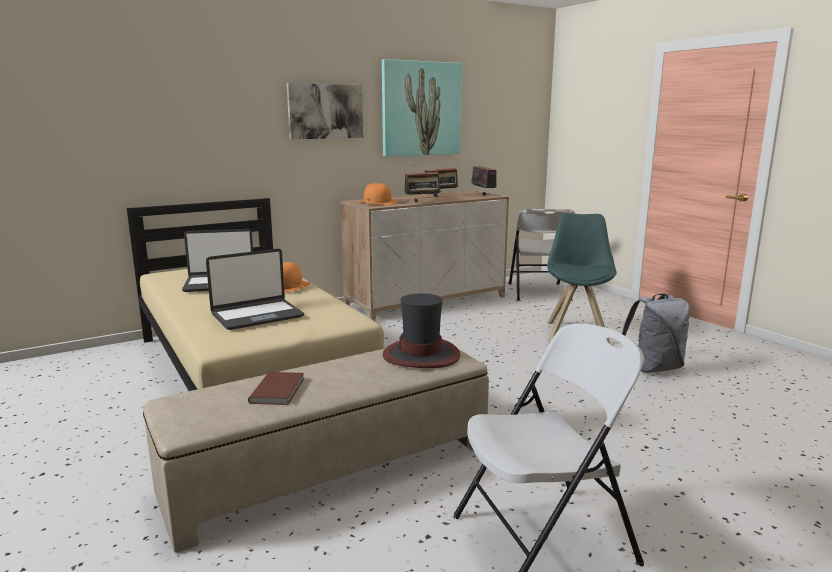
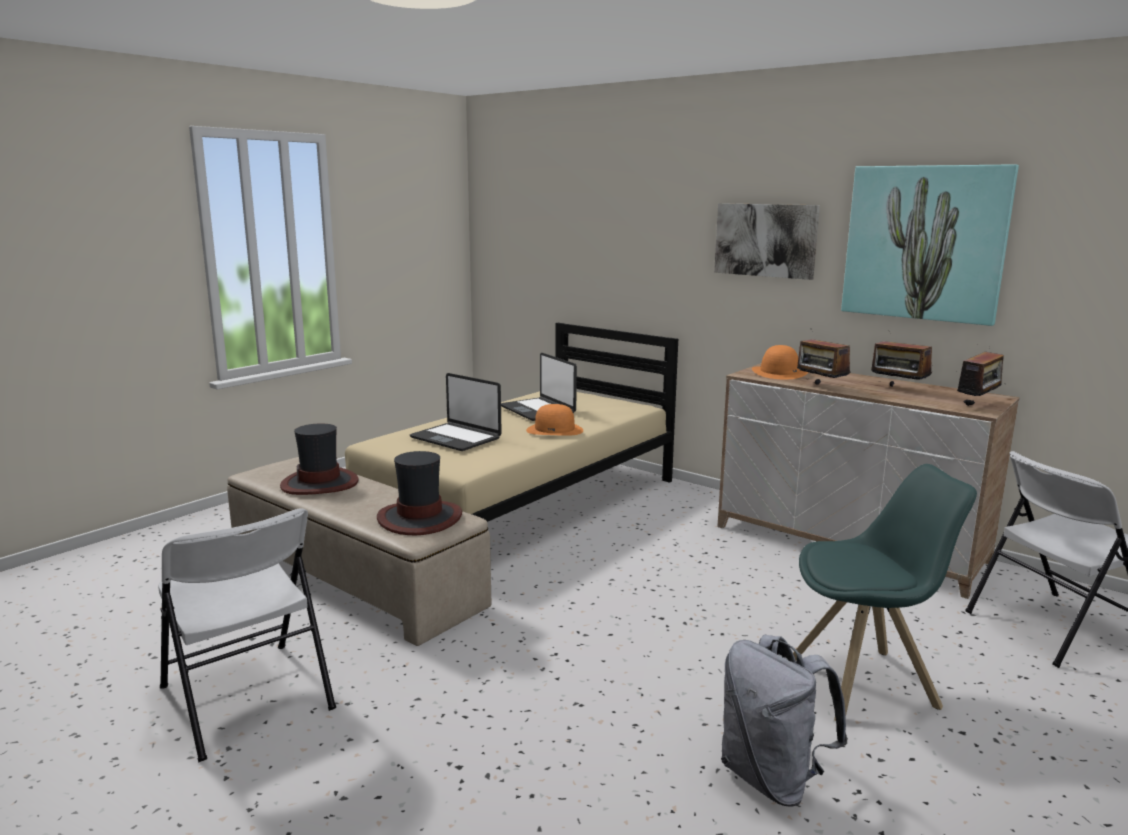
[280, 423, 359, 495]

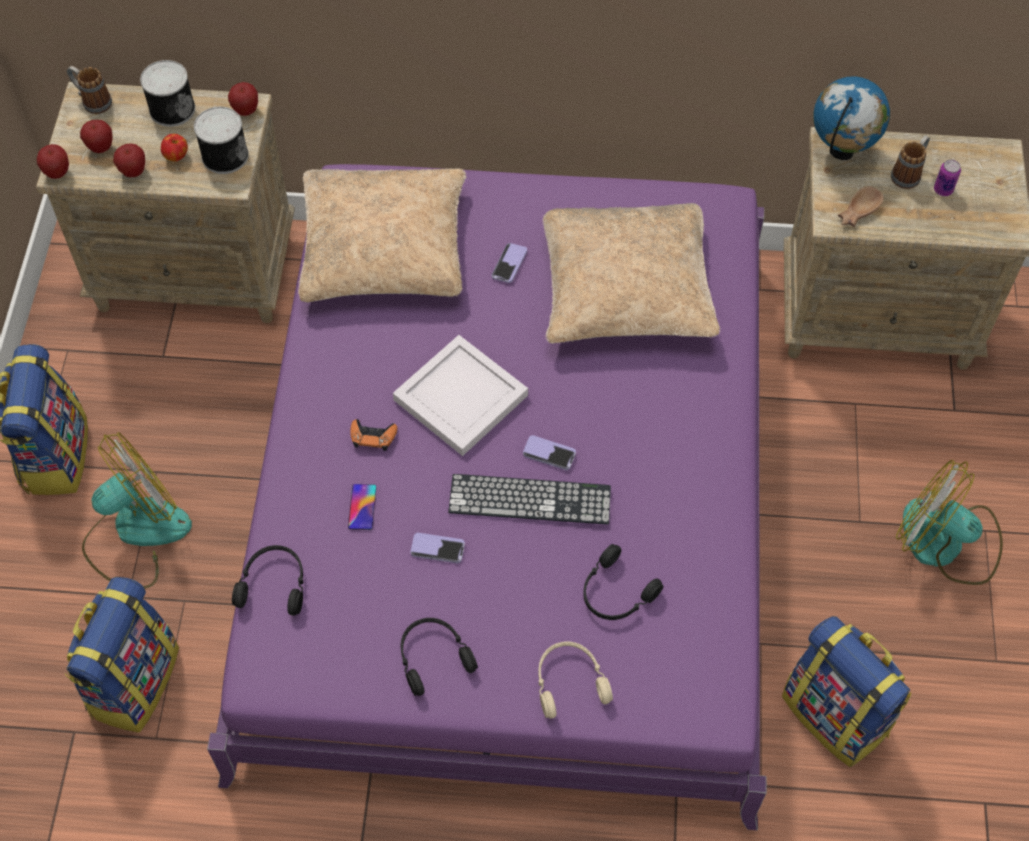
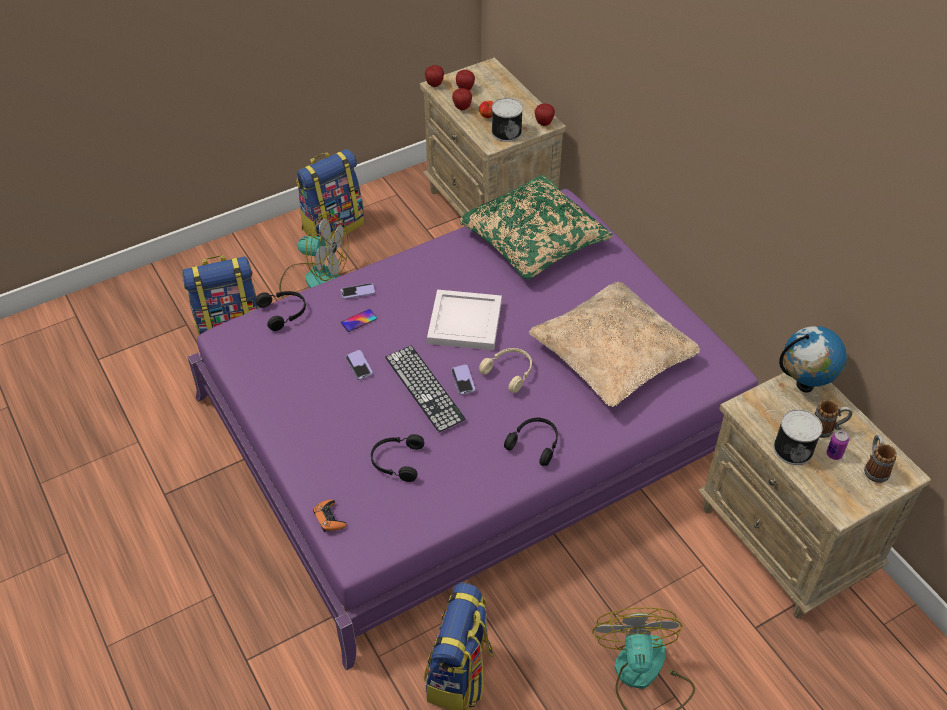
[838, 186, 884, 227] (first image)
[864, 435, 897, 483]
[773, 409, 823, 465]
[313, 500, 347, 532]
[504, 418, 558, 466]
[340, 283, 375, 299]
[479, 348, 532, 393]
[460, 175, 613, 280]

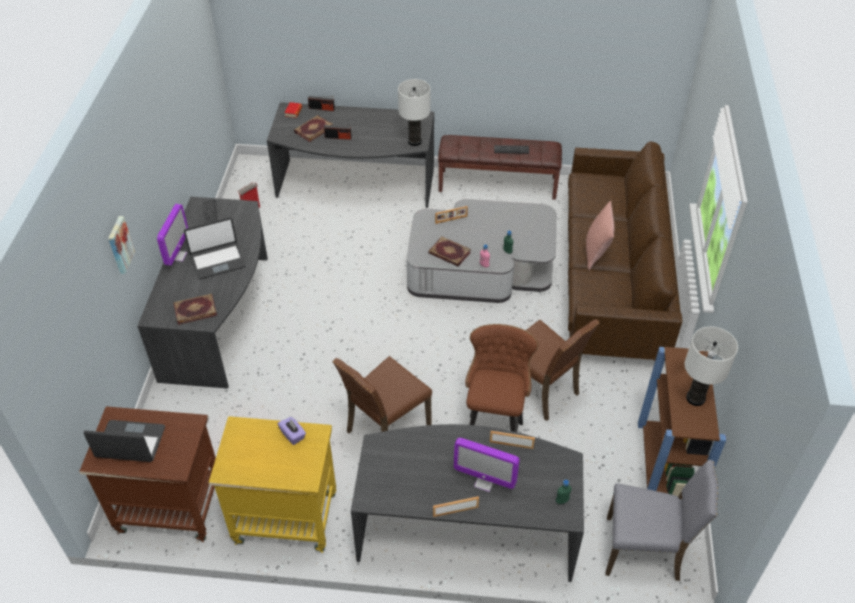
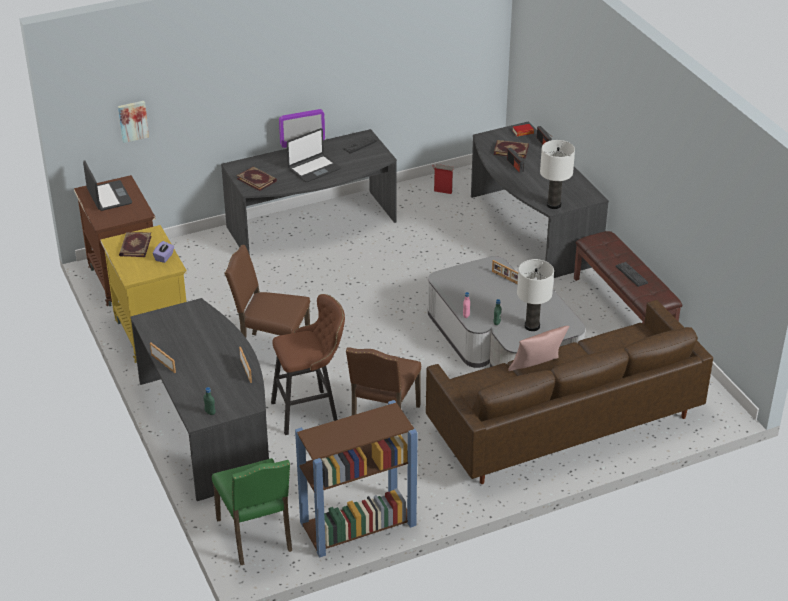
[454, 438, 520, 492] (first image)
[118, 101, 149, 143]
[119, 232, 152, 257]
[517, 259, 554, 331]
[212, 458, 292, 565]
[287, 128, 341, 182]

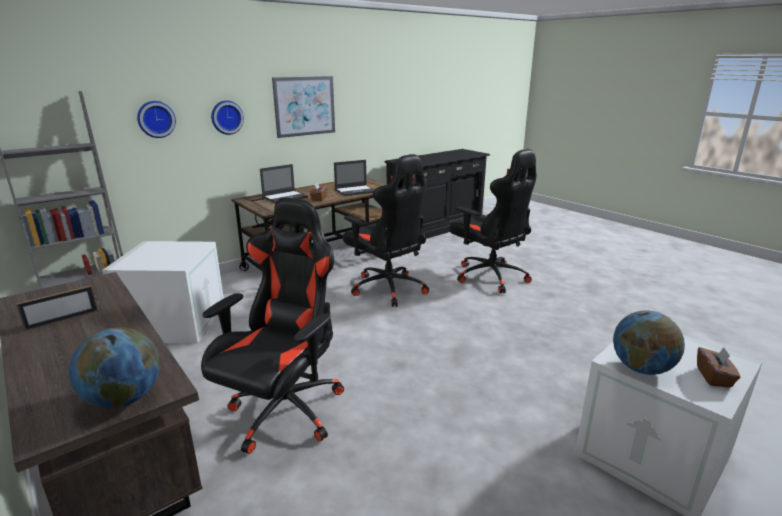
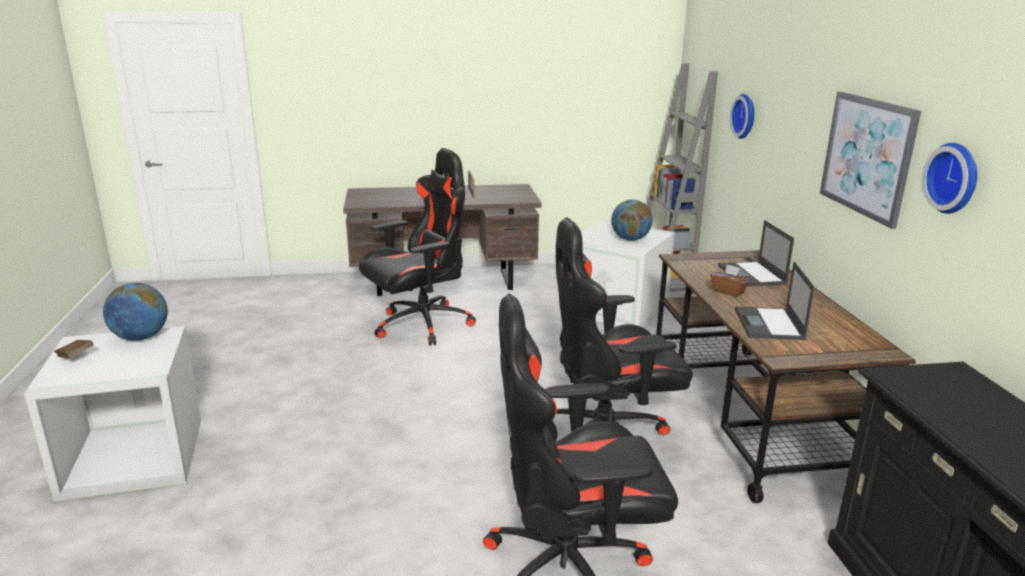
[611, 200, 653, 241]
[922, 143, 977, 214]
[54, 340, 93, 358]
[359, 148, 476, 345]

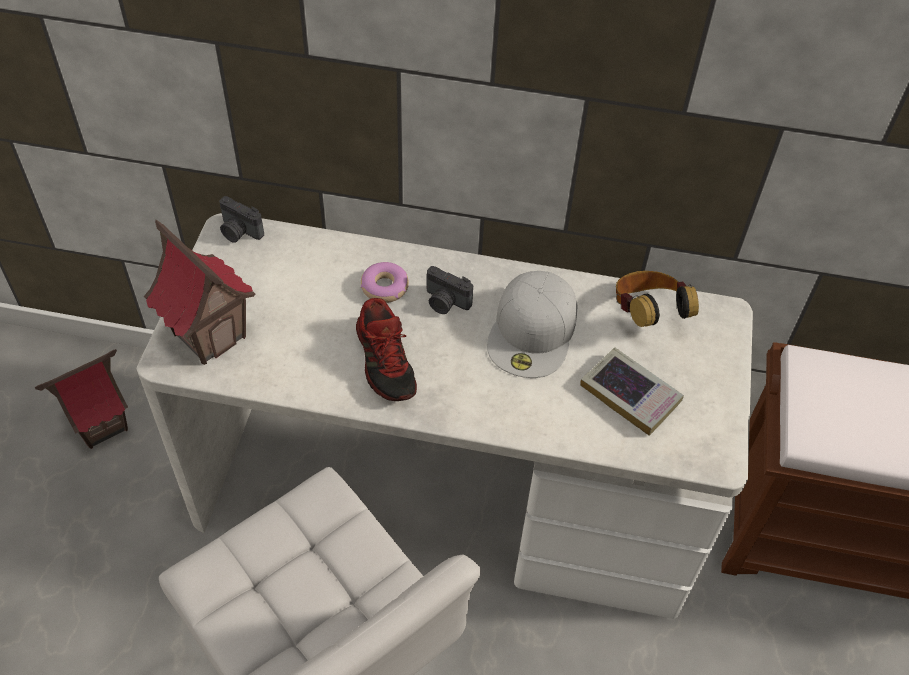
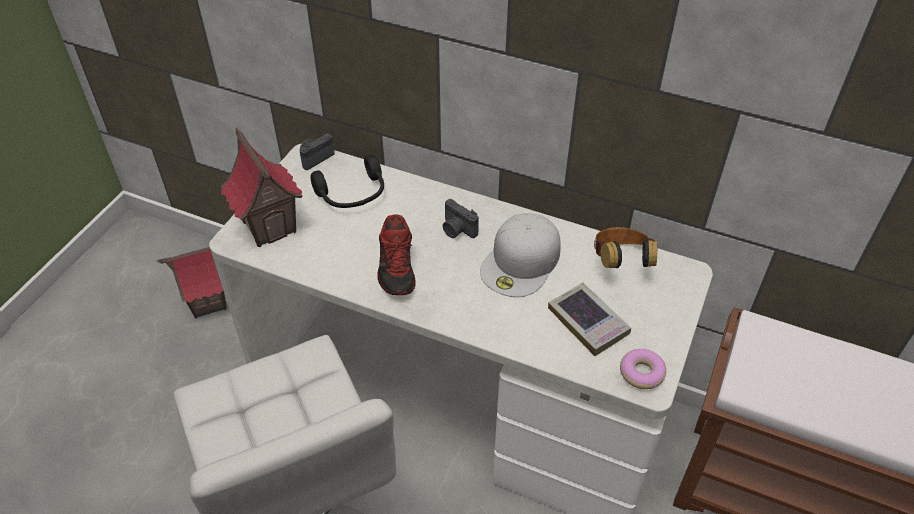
[310, 155, 384, 208]
[620, 349, 666, 389]
[300, 134, 335, 170]

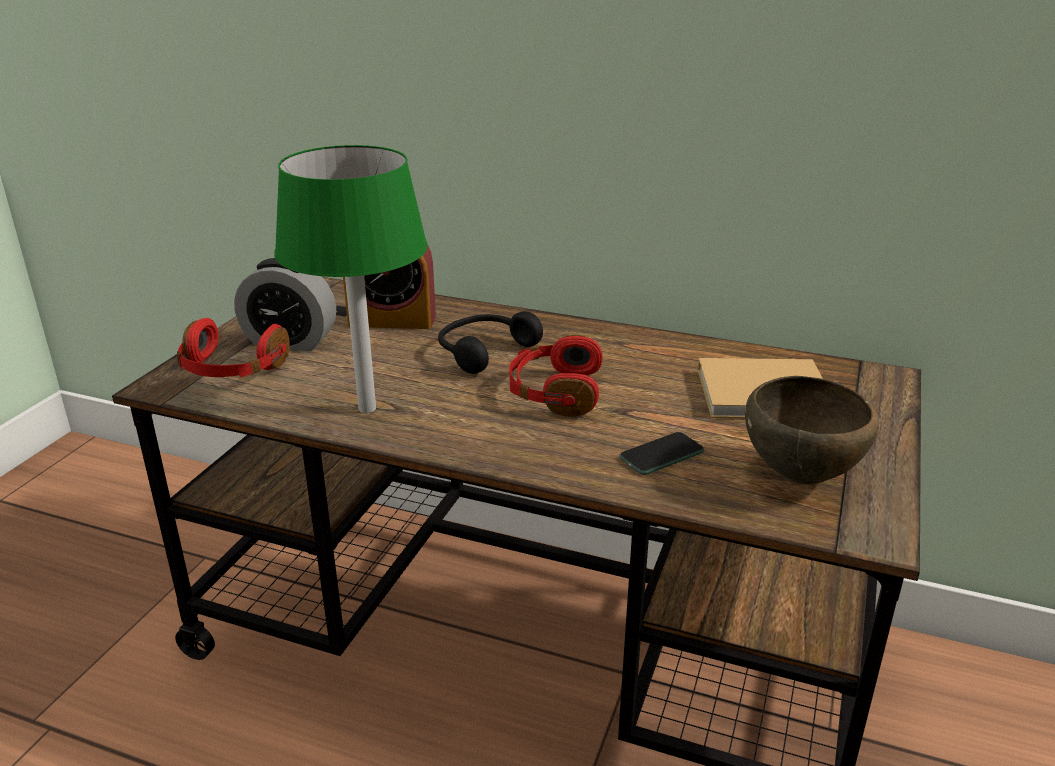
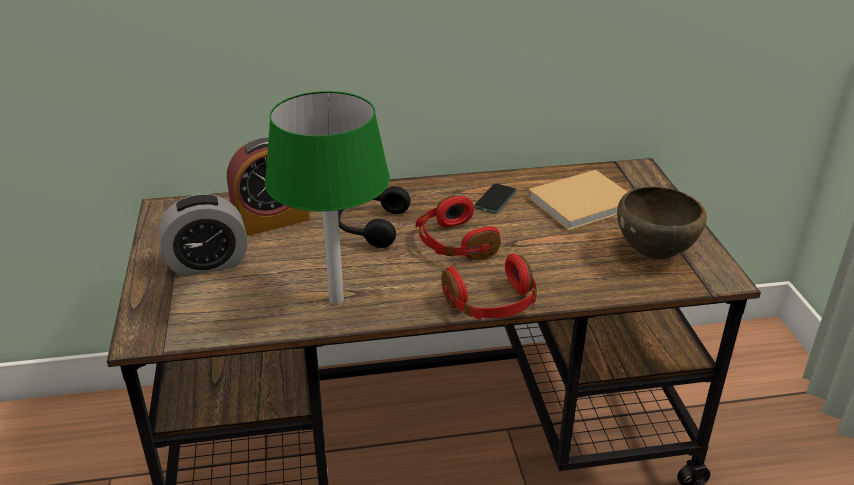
[441, 254, 537, 319]
[474, 184, 517, 214]

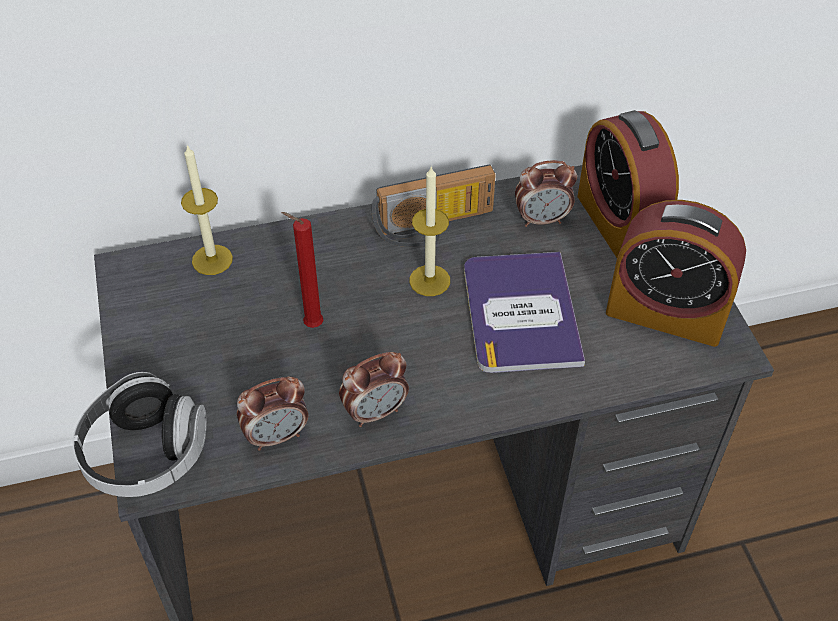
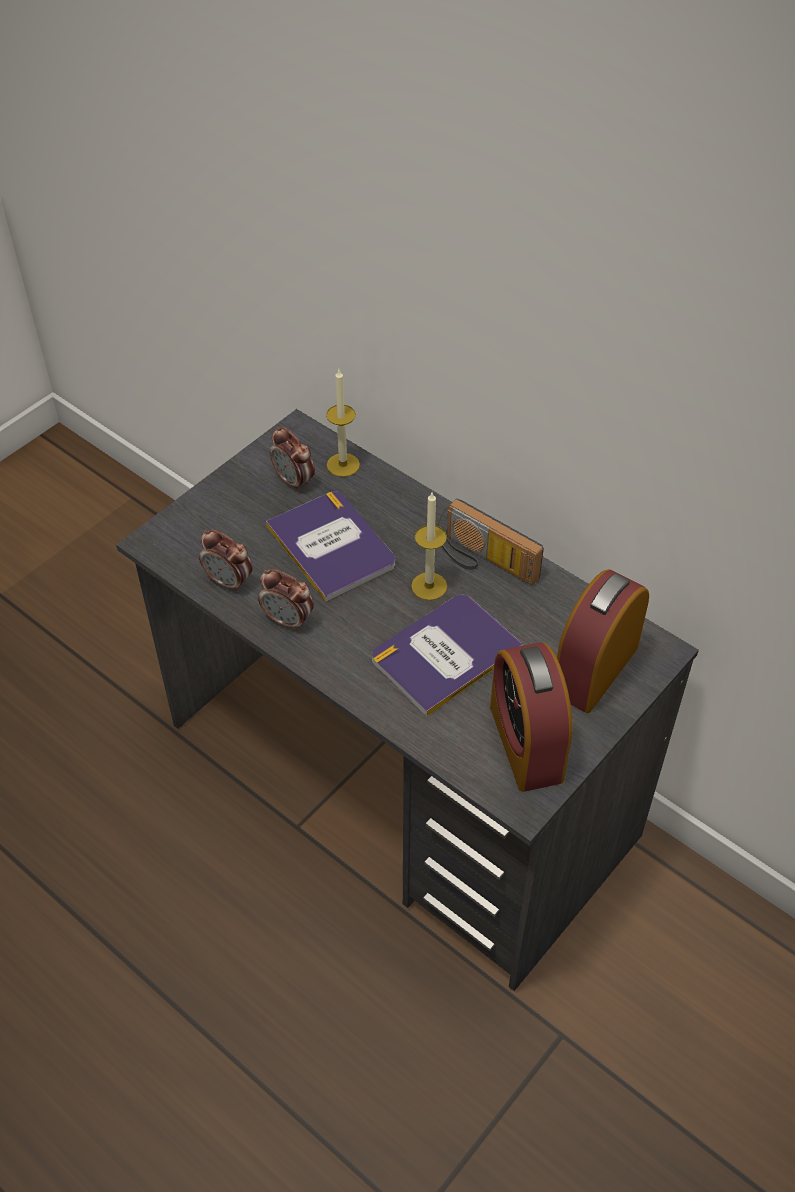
[72, 372, 207, 497] (first image)
[270, 427, 315, 492]
[266, 491, 395, 602]

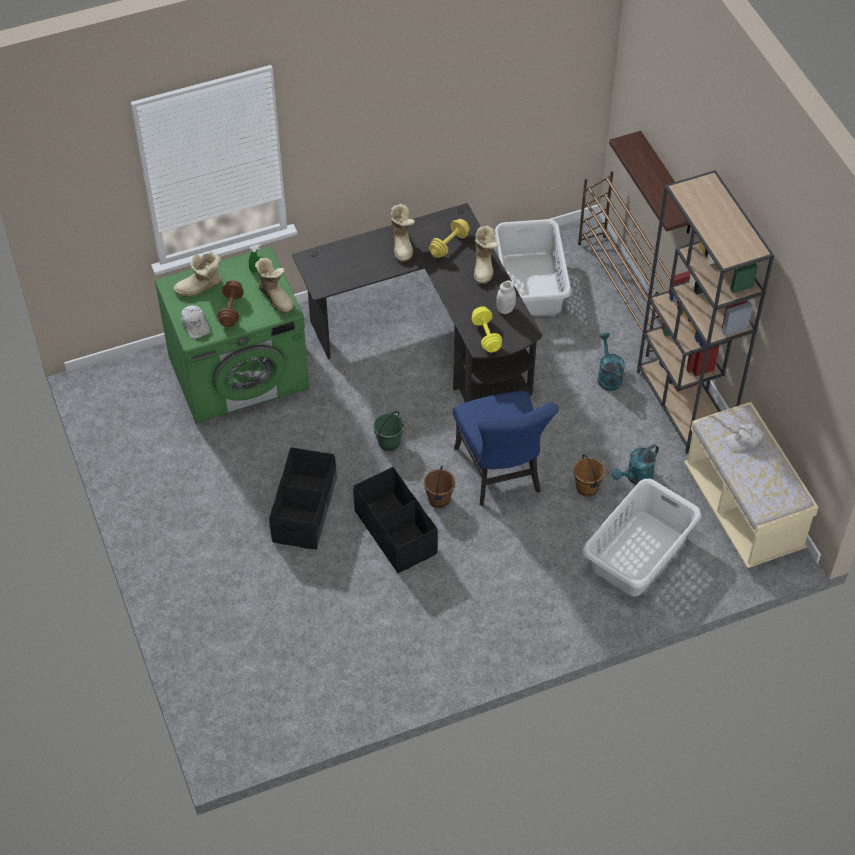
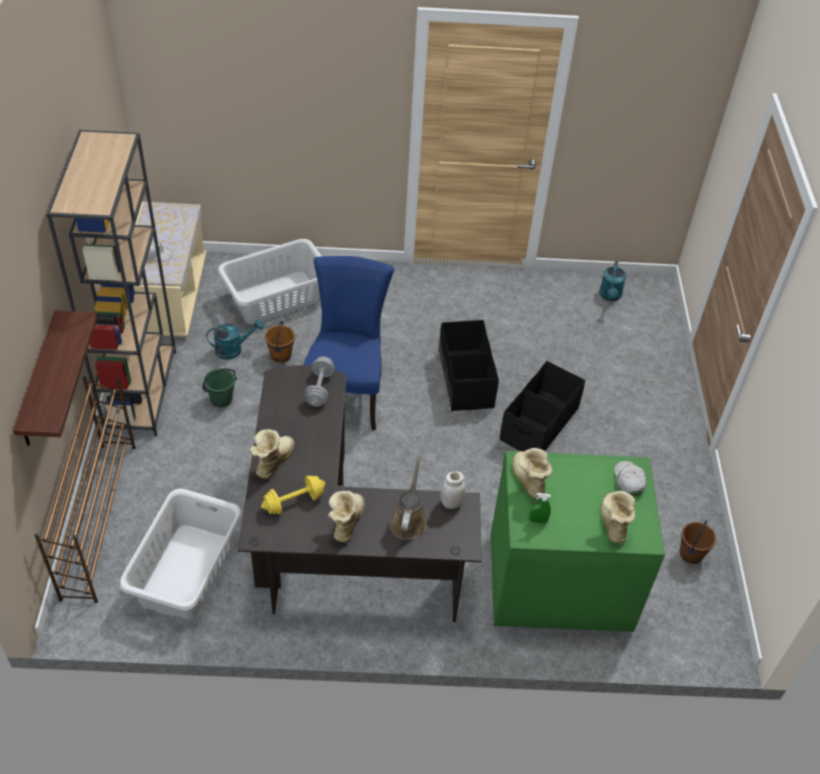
[217, 280, 244, 327] (first image)
[389, 453, 427, 540]
[202, 368, 237, 408]
[680, 520, 716, 564]
[441, 471, 466, 509]
[599, 260, 626, 301]
[305, 356, 335, 406]
[601, 491, 635, 543]

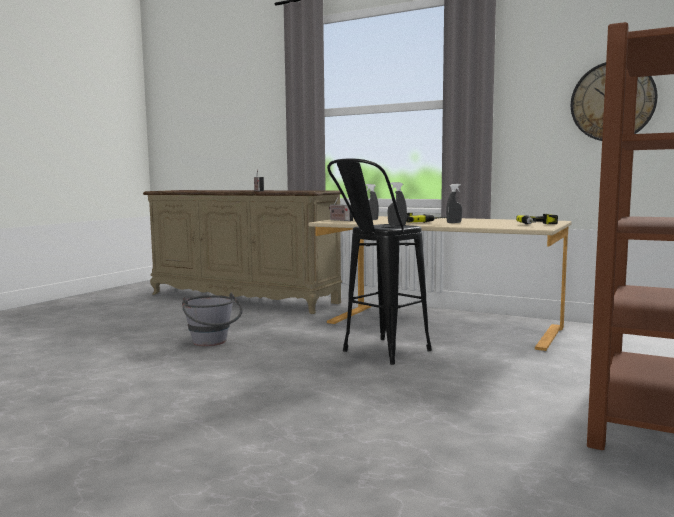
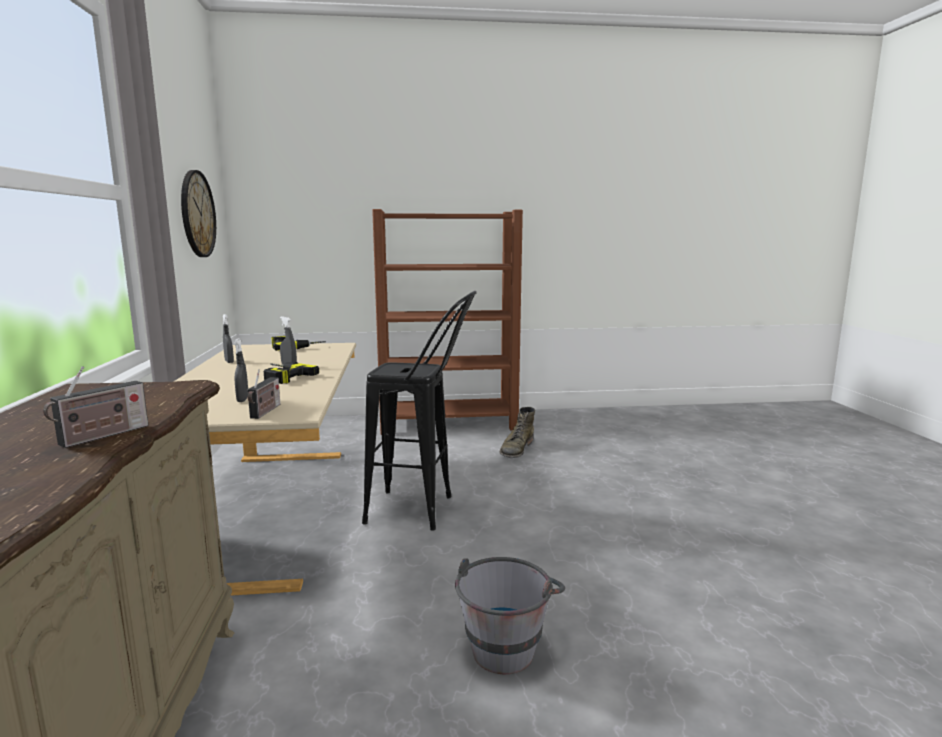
[500, 407, 535, 458]
[223, 314, 234, 363]

